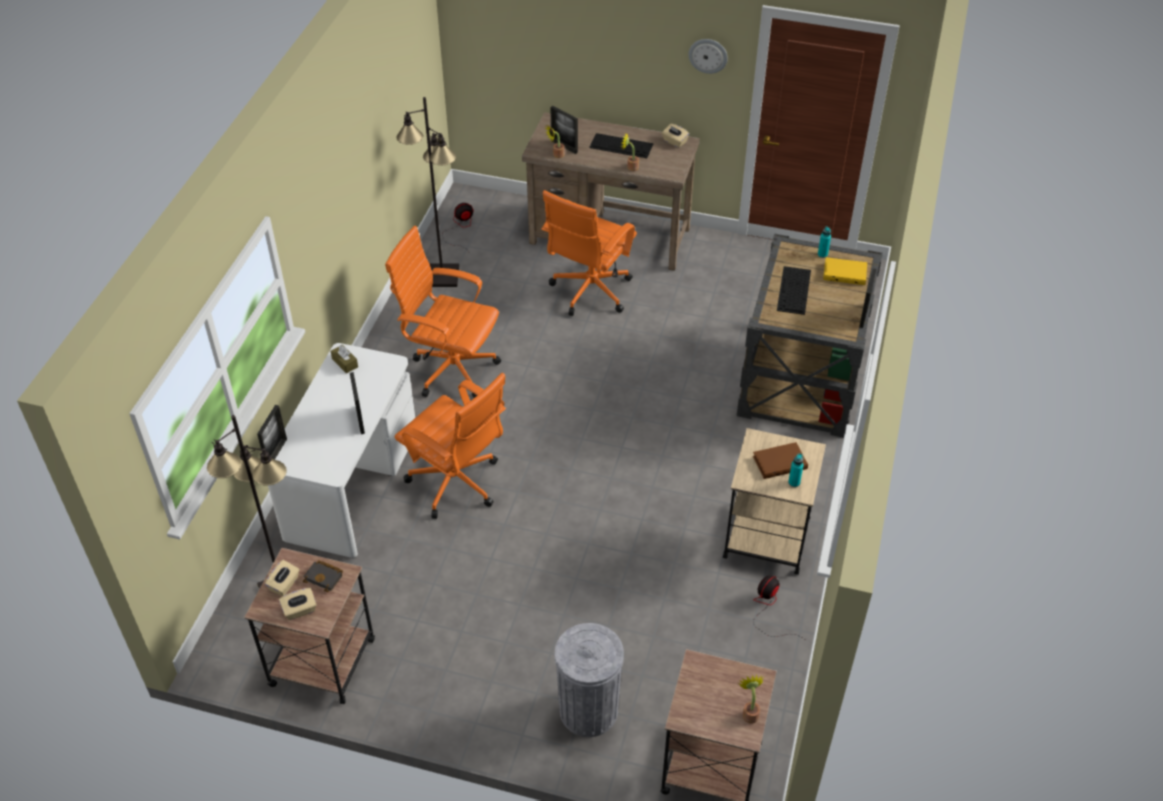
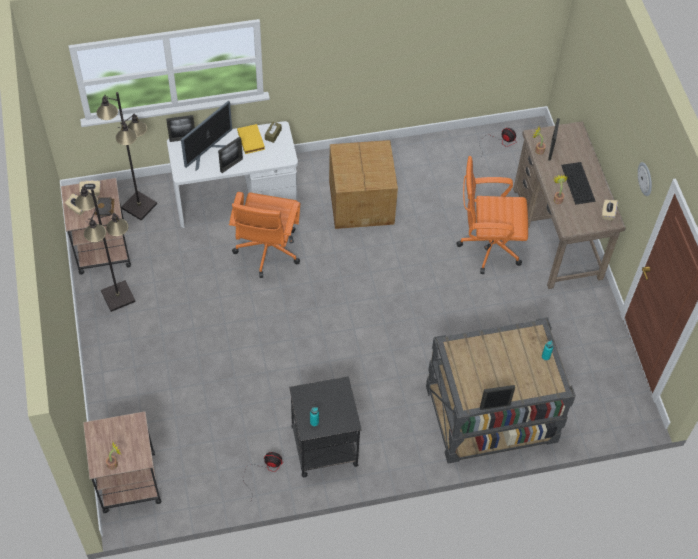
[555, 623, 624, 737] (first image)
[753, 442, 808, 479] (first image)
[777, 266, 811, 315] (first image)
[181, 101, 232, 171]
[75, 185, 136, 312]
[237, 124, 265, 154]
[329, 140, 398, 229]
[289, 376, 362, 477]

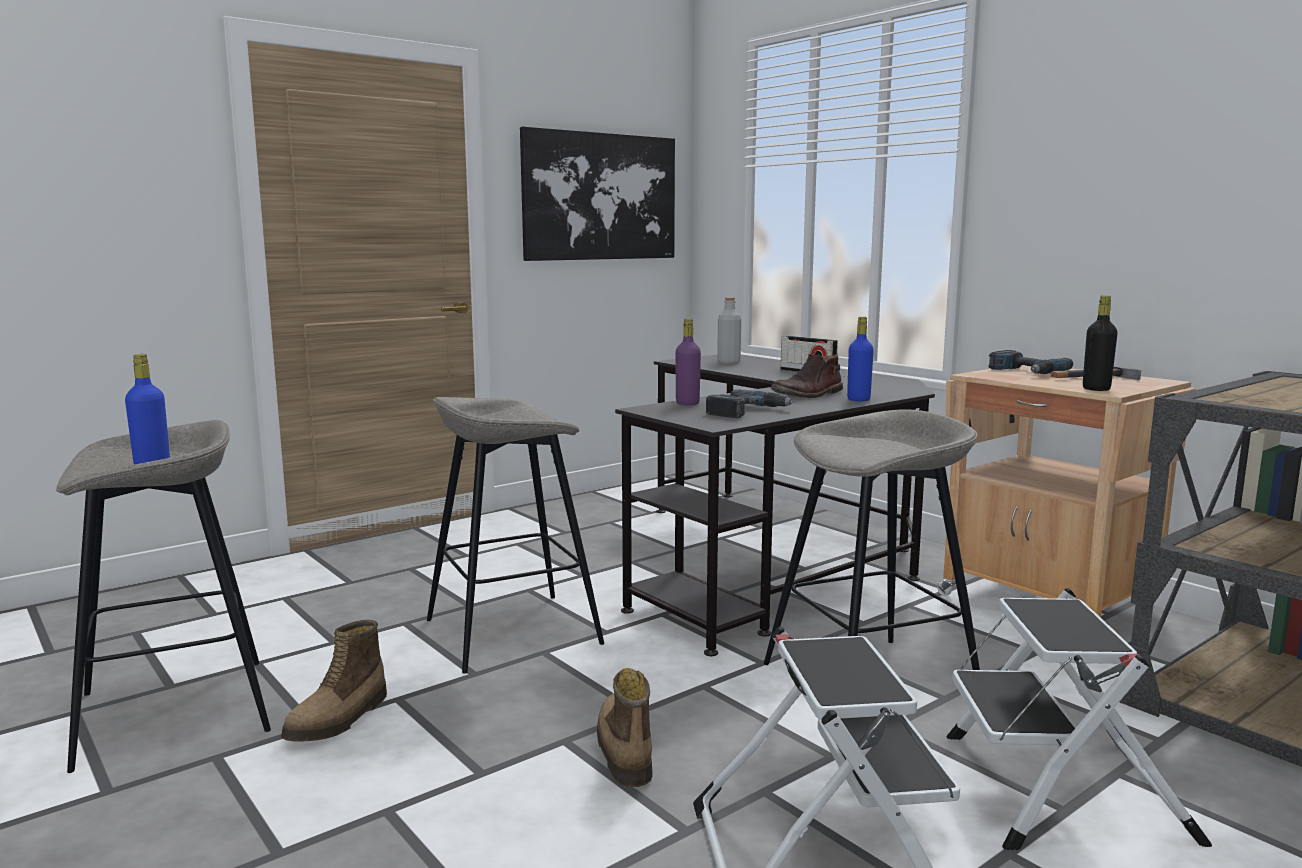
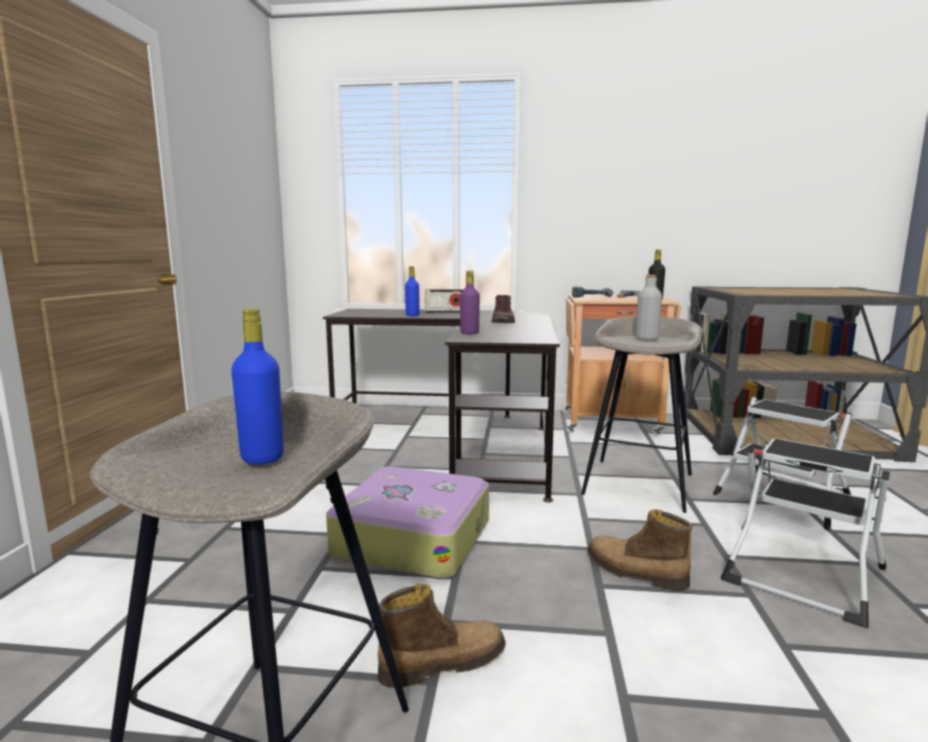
[520, 126, 675, 261] (first image)
[706, 389, 794, 418] (first image)
[635, 275, 662, 341]
[405, 266, 419, 316]
[326, 466, 489, 579]
[378, 584, 506, 688]

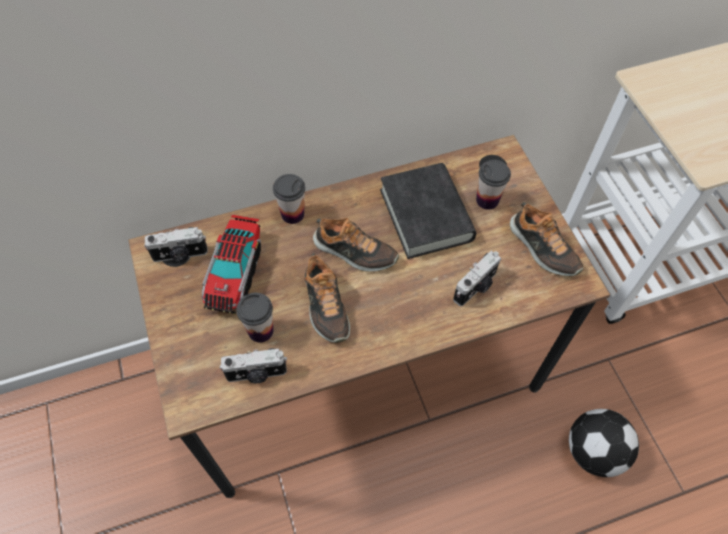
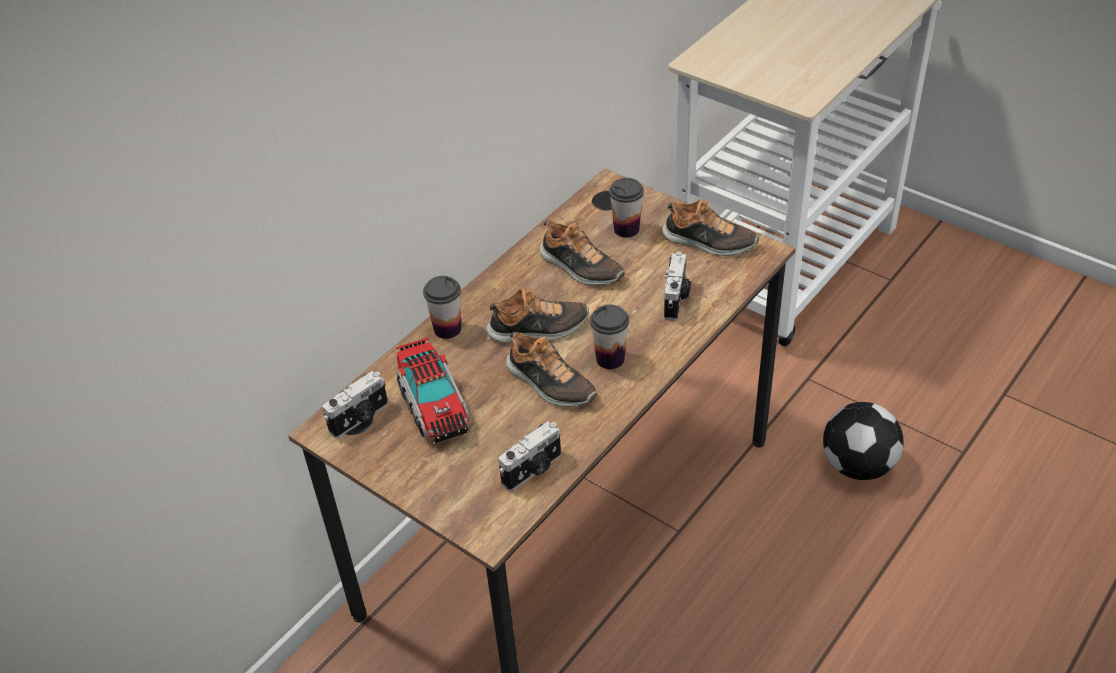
[590, 304, 629, 369]
[539, 220, 625, 285]

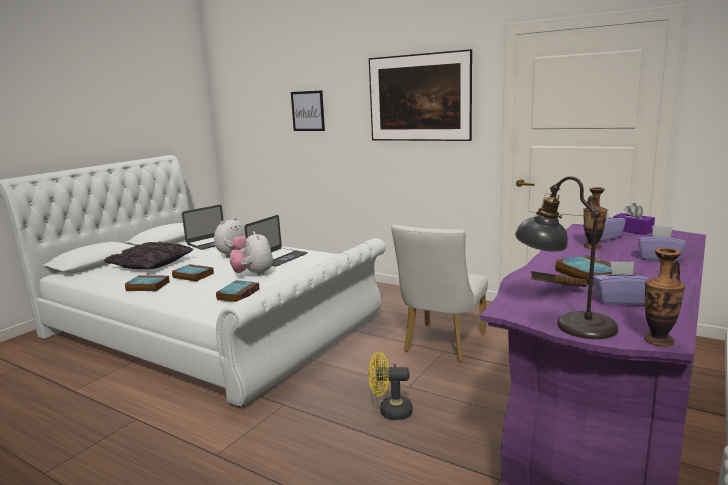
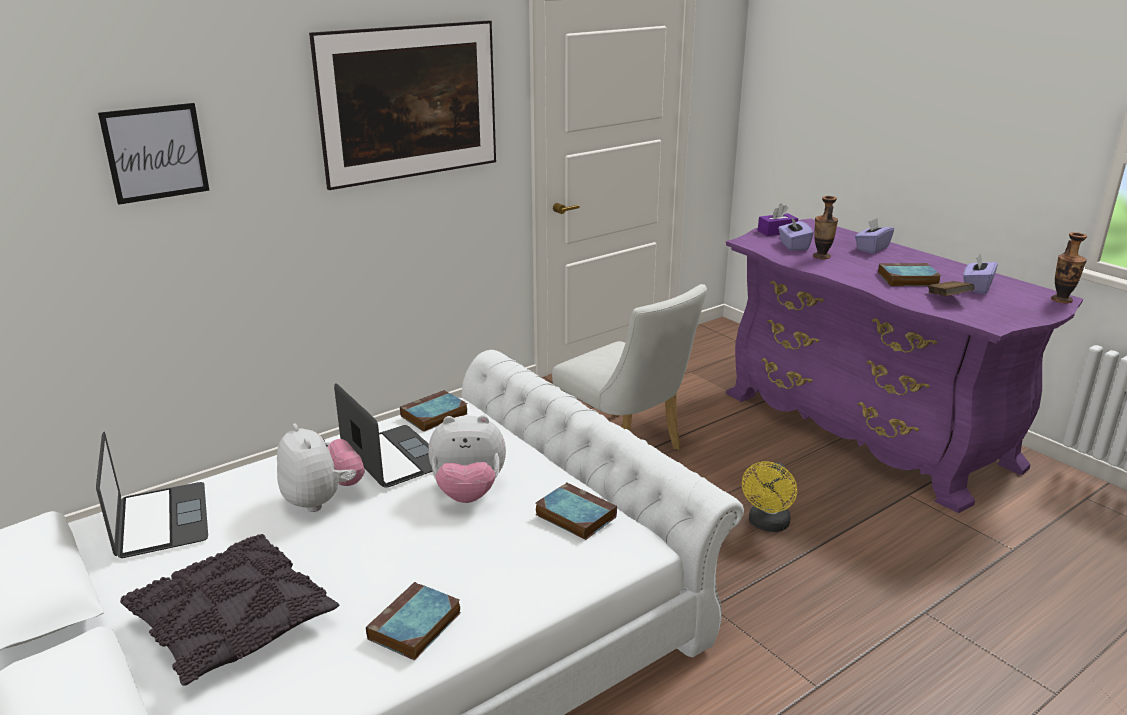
[515, 176, 618, 339] (first image)
[400, 390, 468, 432]

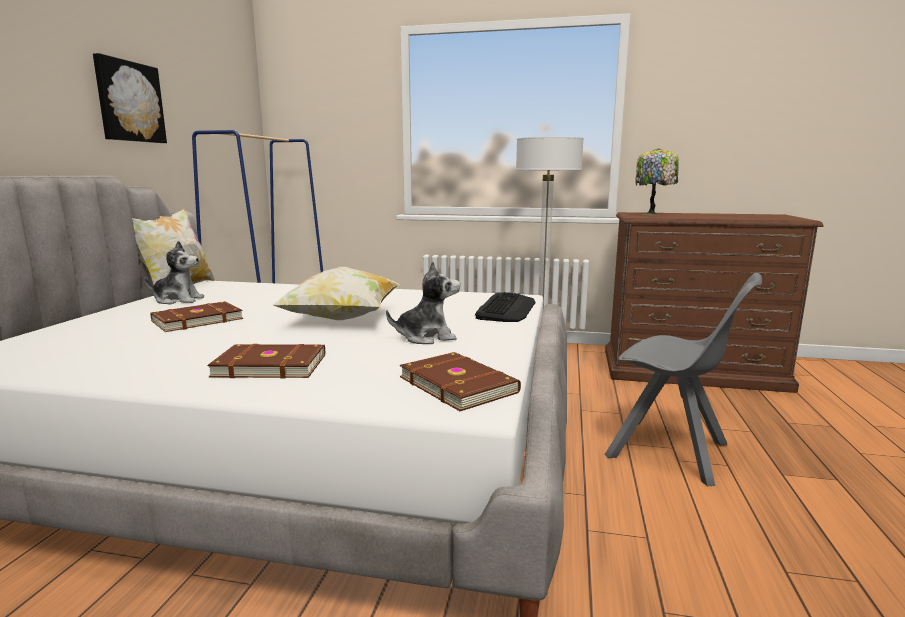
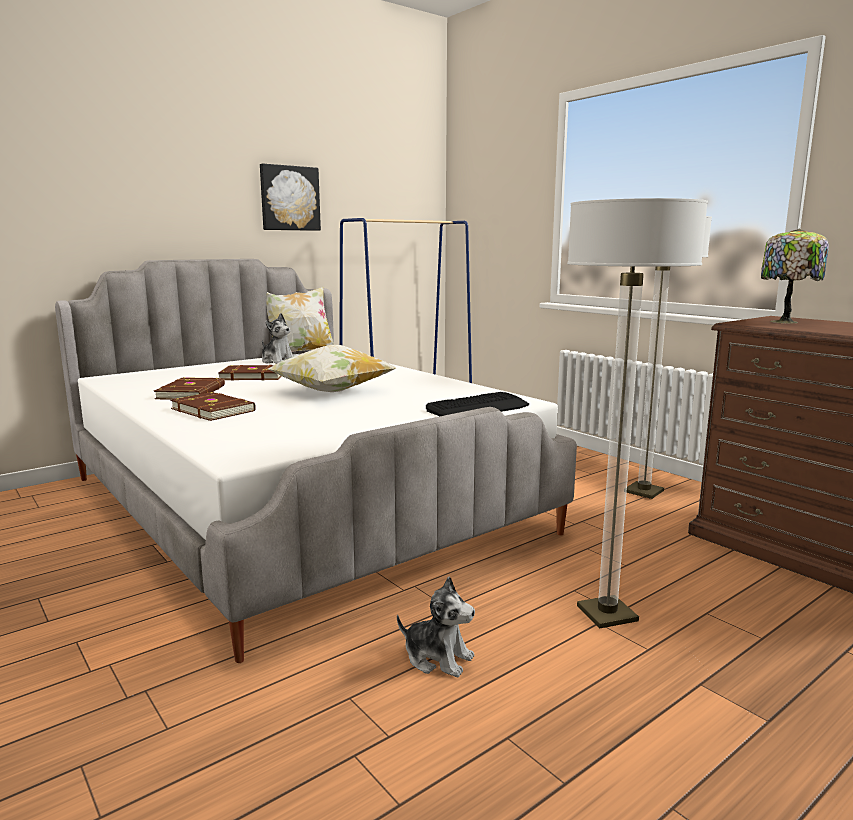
[397, 577, 475, 677]
[154, 377, 225, 400]
[567, 198, 708, 628]

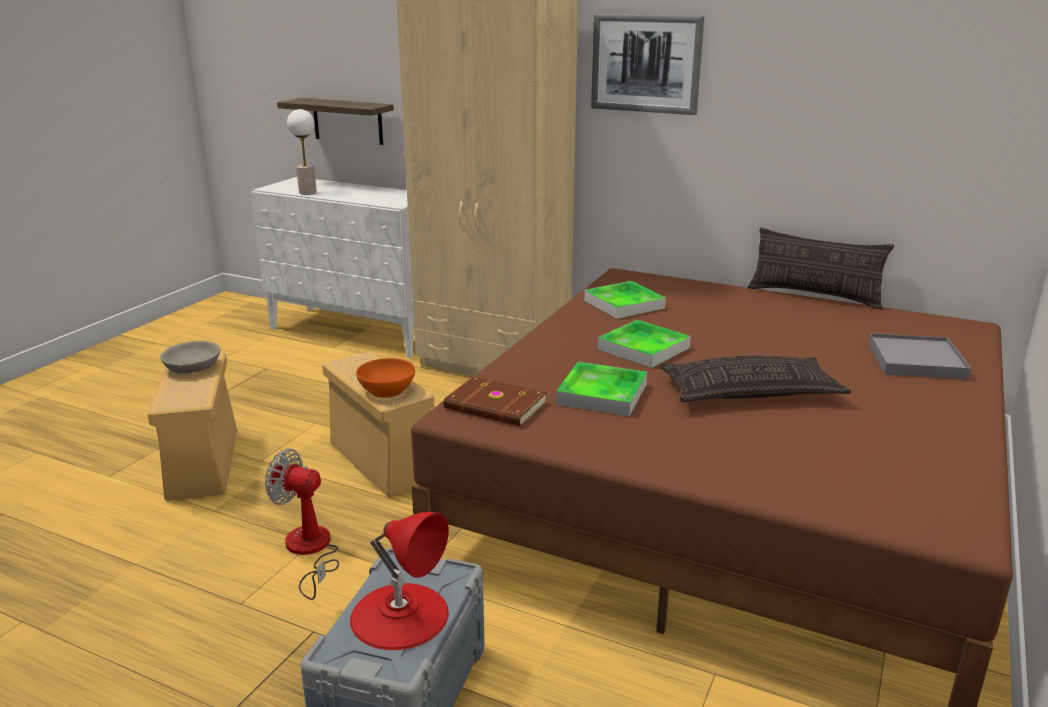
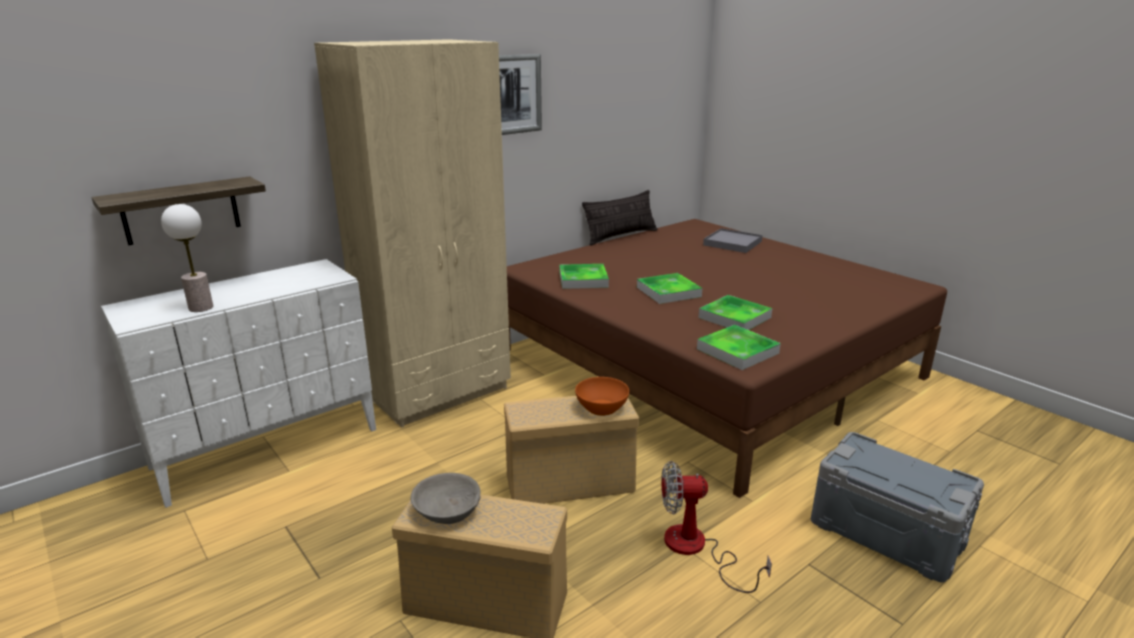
[350, 512, 449, 650] (first image)
[661, 356, 851, 402] (first image)
[697, 325, 781, 370]
[661, 461, 772, 593]

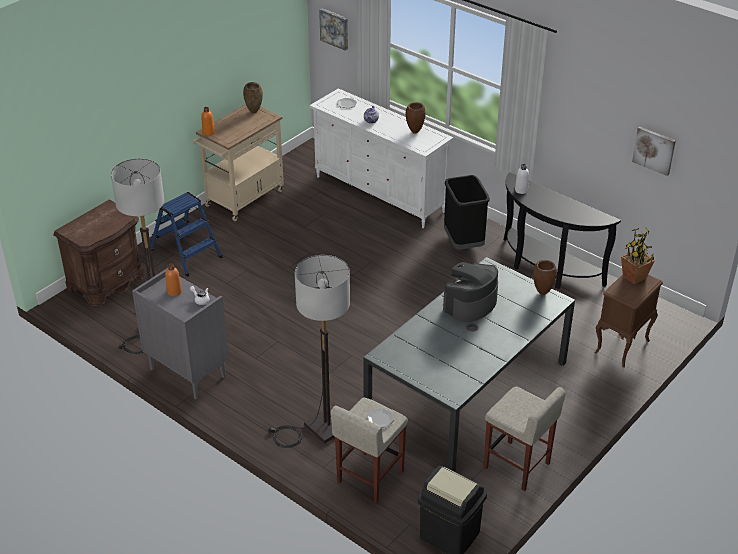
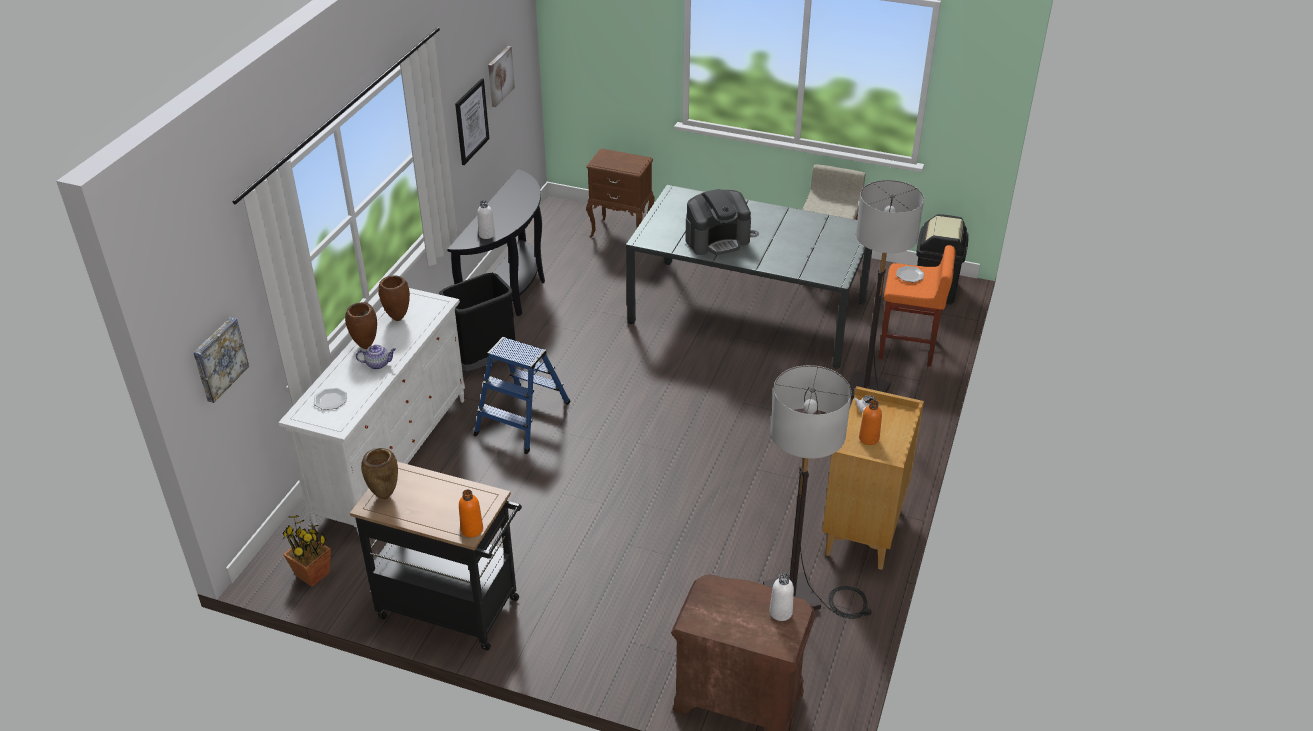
[455, 78, 489, 165]
[770, 573, 794, 621]
[473, 337, 571, 454]
[345, 302, 377, 349]
[283, 515, 331, 587]
[822, 386, 924, 570]
[350, 462, 522, 650]
[879, 245, 956, 367]
[685, 189, 751, 255]

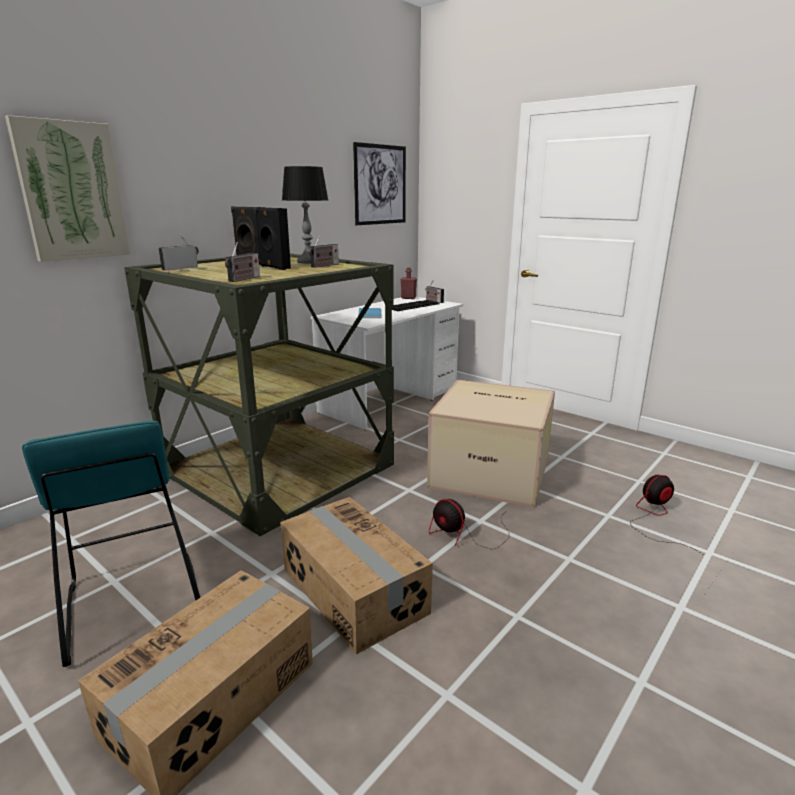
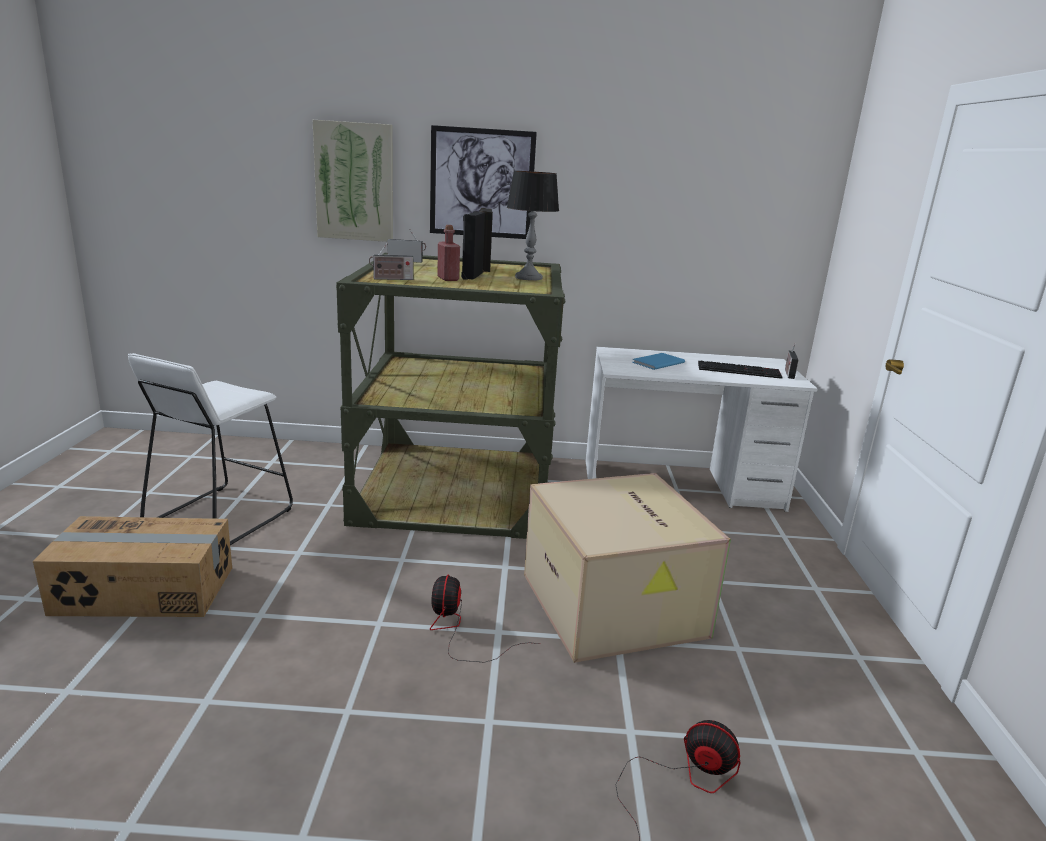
[280, 497, 433, 655] (first image)
[309, 234, 339, 268] (first image)
[430, 125, 537, 239]
[437, 225, 460, 281]
[128, 353, 293, 545]

